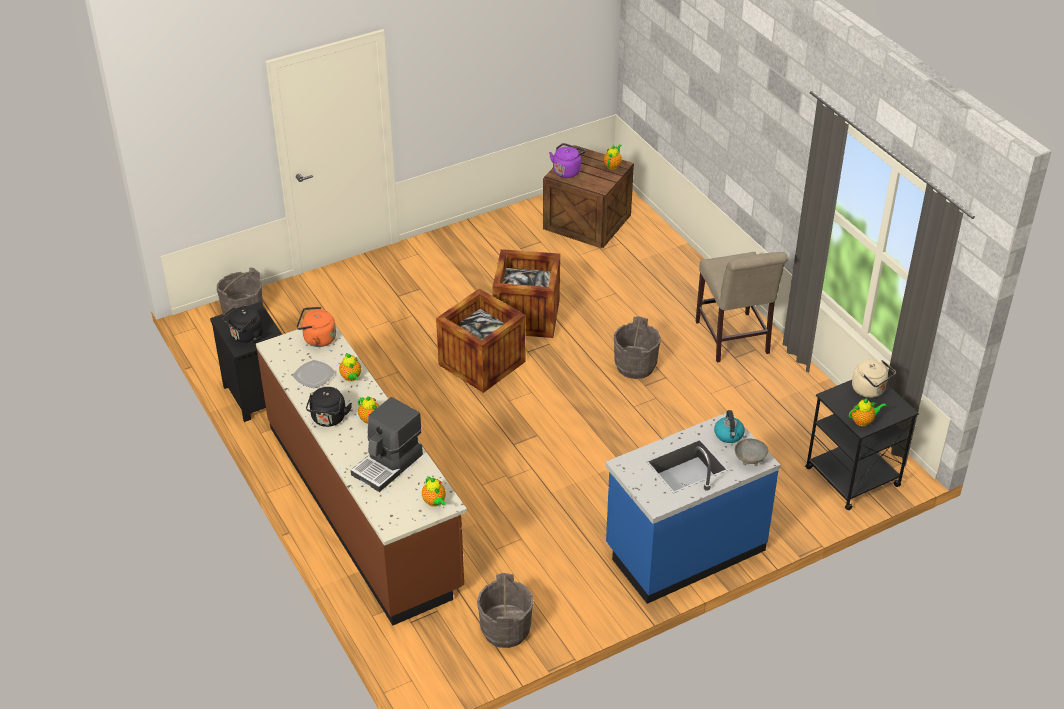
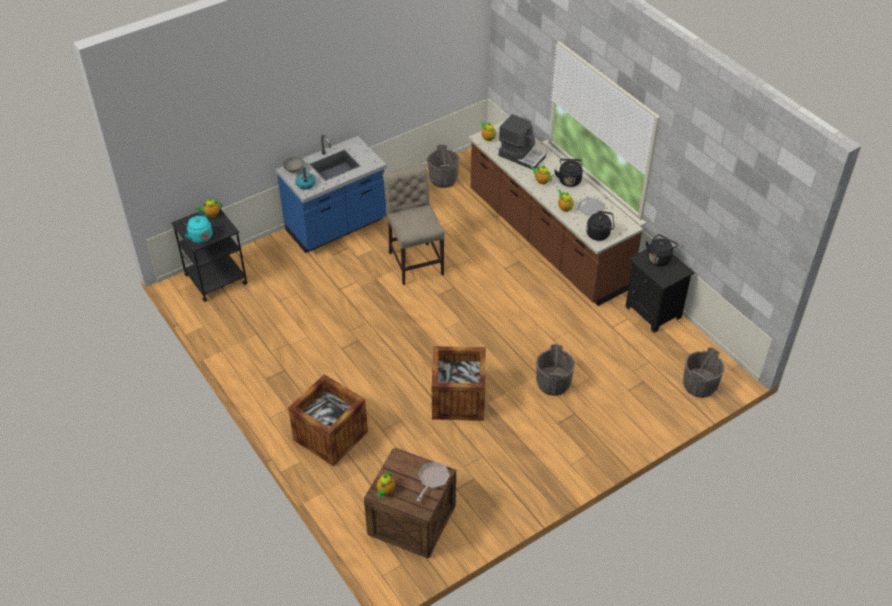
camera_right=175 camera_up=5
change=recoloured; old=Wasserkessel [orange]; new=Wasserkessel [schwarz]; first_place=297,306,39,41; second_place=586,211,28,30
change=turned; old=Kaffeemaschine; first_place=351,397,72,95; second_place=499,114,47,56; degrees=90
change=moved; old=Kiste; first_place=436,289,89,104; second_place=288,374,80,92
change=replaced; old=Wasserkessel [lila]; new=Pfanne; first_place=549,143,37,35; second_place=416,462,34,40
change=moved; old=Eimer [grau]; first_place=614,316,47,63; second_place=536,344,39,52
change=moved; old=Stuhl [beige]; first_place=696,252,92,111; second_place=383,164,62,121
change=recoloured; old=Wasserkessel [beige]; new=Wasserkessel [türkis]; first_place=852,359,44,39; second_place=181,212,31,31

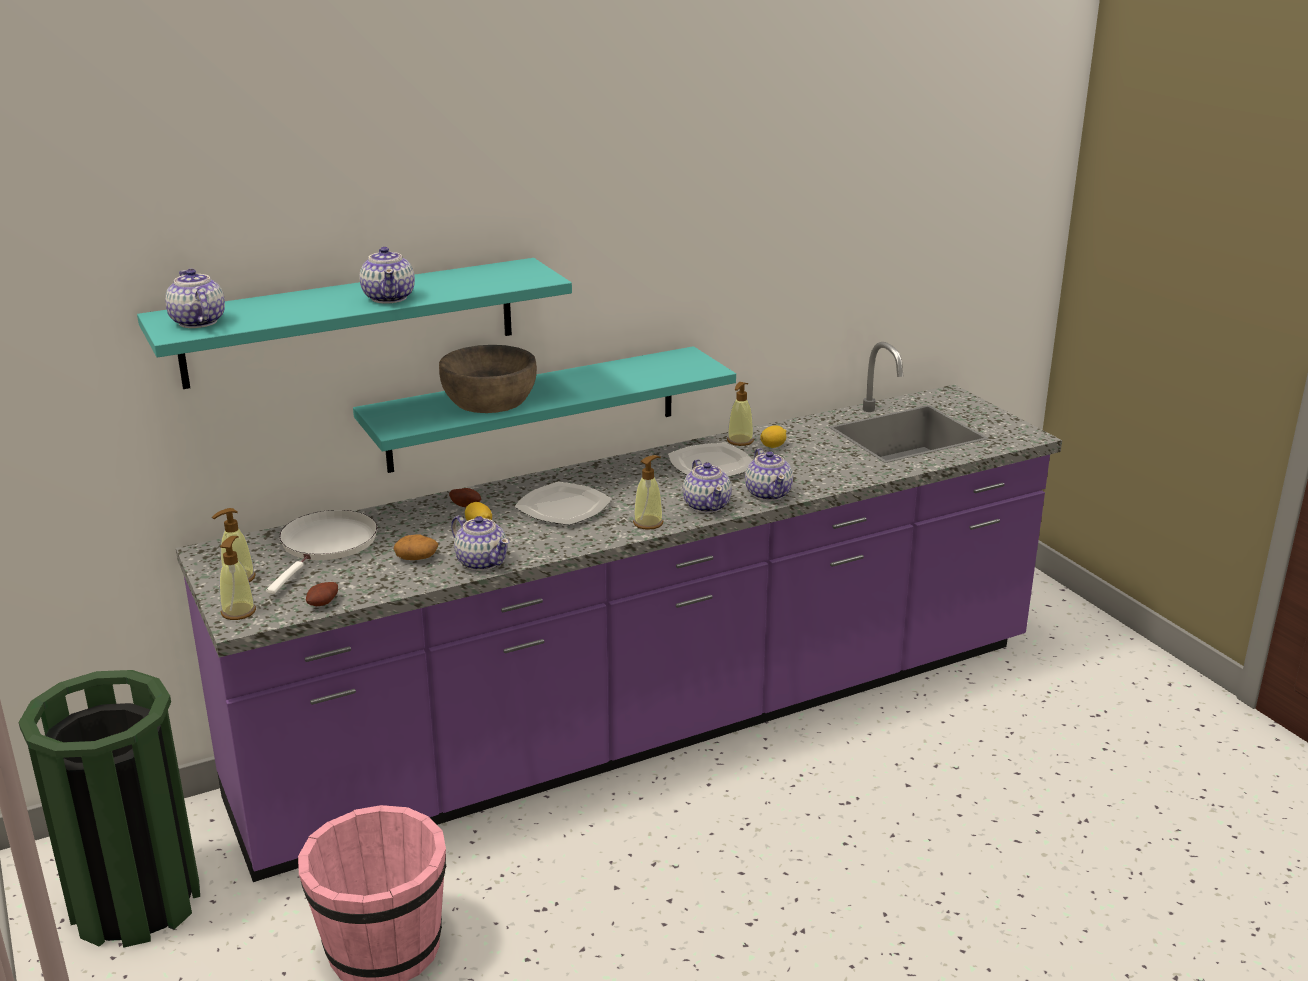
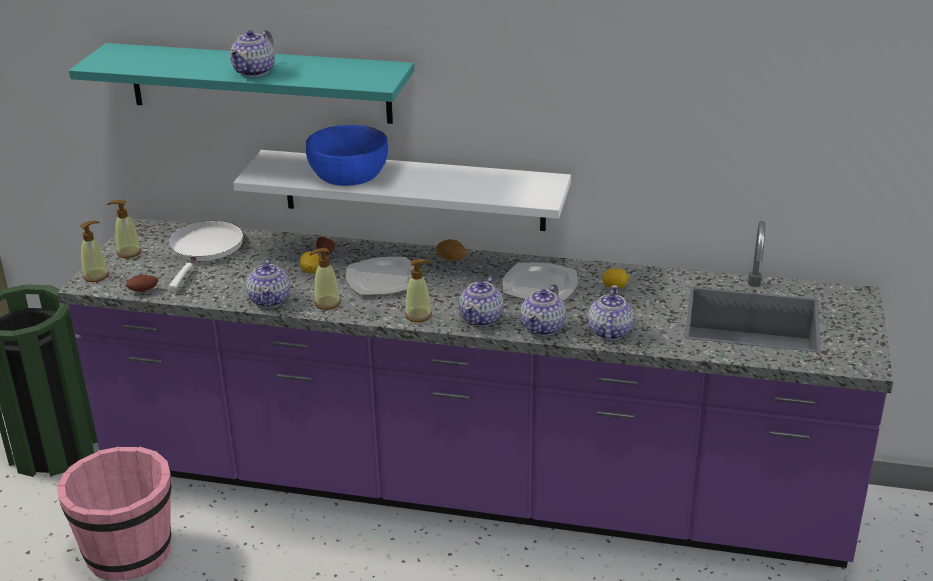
camera_right=40 camera_up=5
change=moved; old=Teekanne; first_place=165,269,60,59; second_place=588,285,46,56
change=turned; old=Pfanne [weiß]; first_place=266,510,111,84; second_place=168,221,76,68; degrees=-45
change=recoloured; old=Wandregal [türkis]; new=Wandregal [weiß]; first_place=353,346,383,127; second_place=233,150,338,81
change=moved; old=Kartoffel; first_place=394,534,44,26; second_place=436,239,31,22
change=recoloured; old=Schüssel [braun]; new=Schüssel [blau]; first_place=439,345,98,68; second_place=306,125,82,61
change=moved; old=Seifenspender; first_place=727,382,27,64; second_place=309,248,32,62

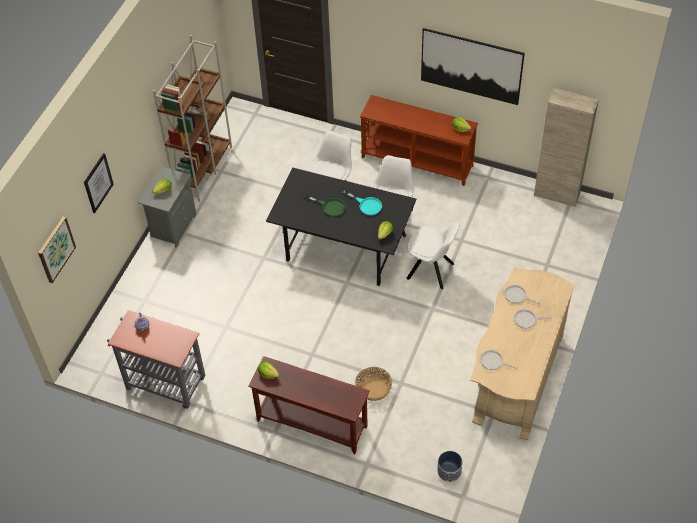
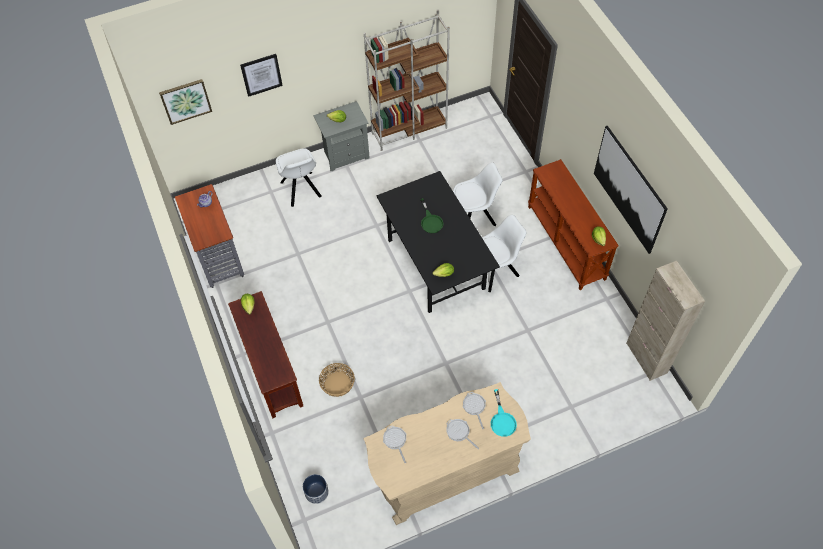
camera_right=45 camera_up=5
change=moved; old=Pfanne [türkis]; first_place=343,190,39,25; second_place=491,389,26,48
change=moved; old=Stuhl [weiß]; first_place=407,222,53,67; second_place=276,149,45,58

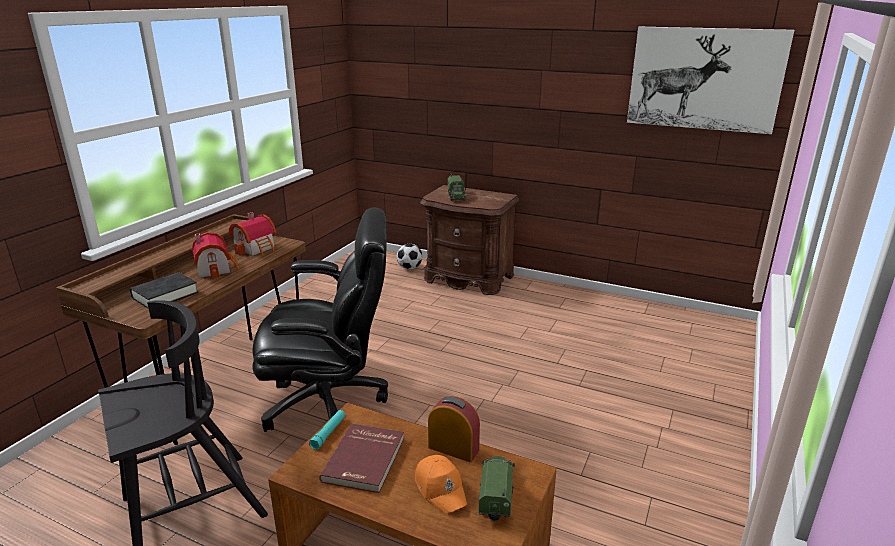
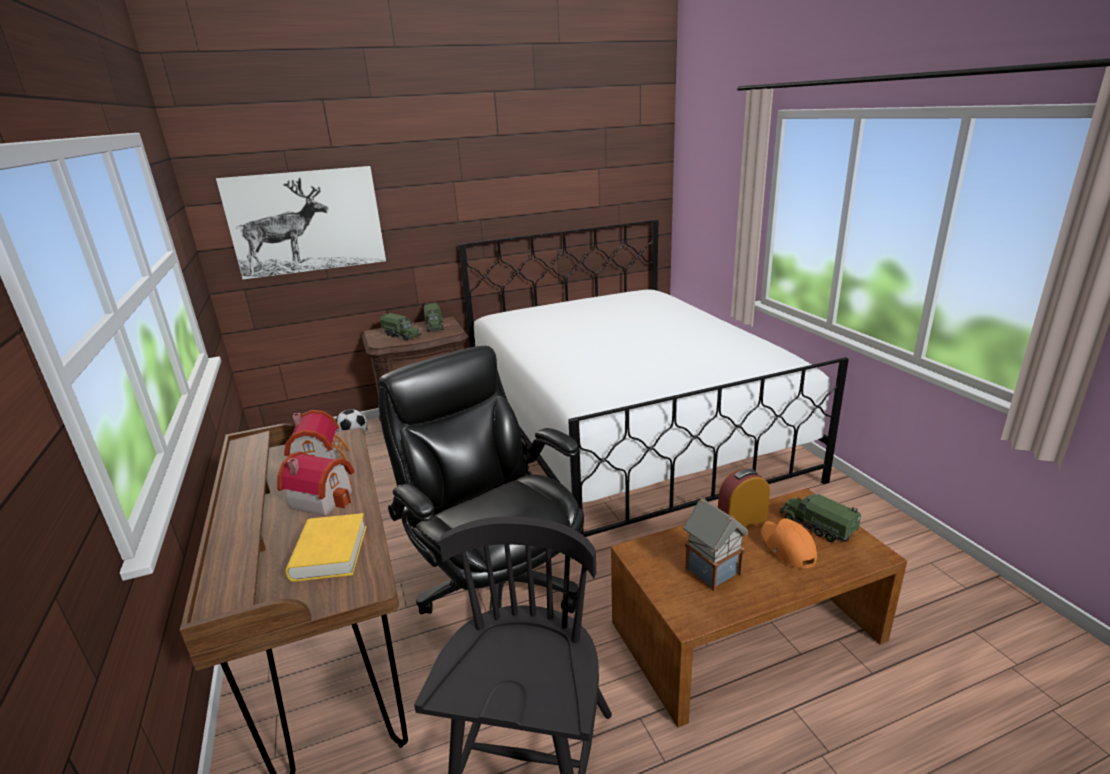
camera_right=-45 camera_up=0
change=recoloured; old=Buch [schwarz]; new=Buch [gelb]; first_place=130,272,69,37; second_place=285,513,81,69
change=turned; old=Bürostuhl [schwarz]; first_place=252,208,136,224; second_place=378,346,206,268; degrees=-75
change=removed; old=Taschenlampe [türkis]; first_place=309,410,36,40
change=replaced; old=Buch [rot]; new=Spielzeughaus; first_place=319,424,85,69; second_place=683,498,65,93
change=turned; old=Kappe [orange]; first_place=415,455,52,58; second_place=761,518,56,51; degrees=-120
change=moved; old=Bild; first_place=627,27,167,107; second_place=216,166,170,113
change=added; new=Spielzeuglaster; second_place=424,301,20,31
change=added; new=Bett [weiß]; second_place=458,220,391,317

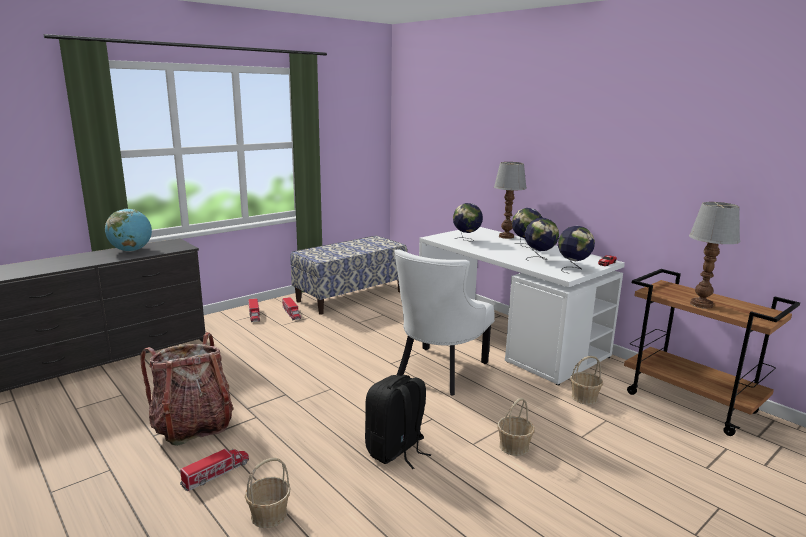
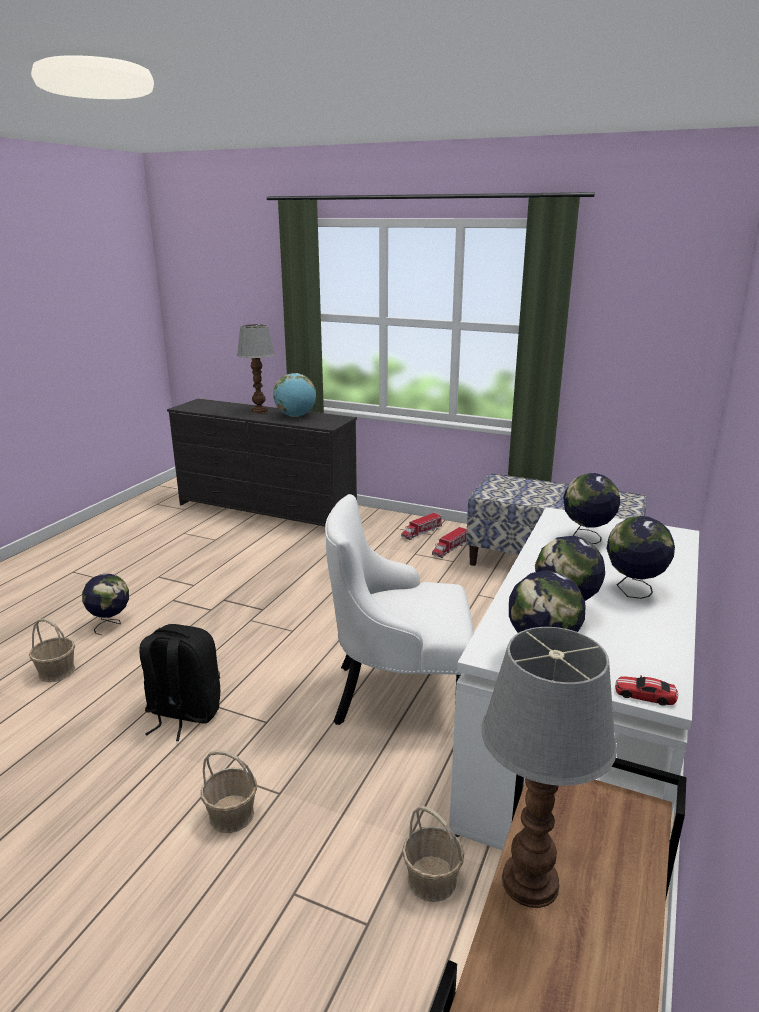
camera_right=65 camera_up=5
change=removed; old=Rucksack; first_place=141,332,93,114
change=replaced; old=Spielzeuglaster; new=Globus; first_place=180,449,69,42; second_place=82,574,47,61
change=moved; old=Tischlampe; first_place=494,162,33,77; second_place=237,324,38,90

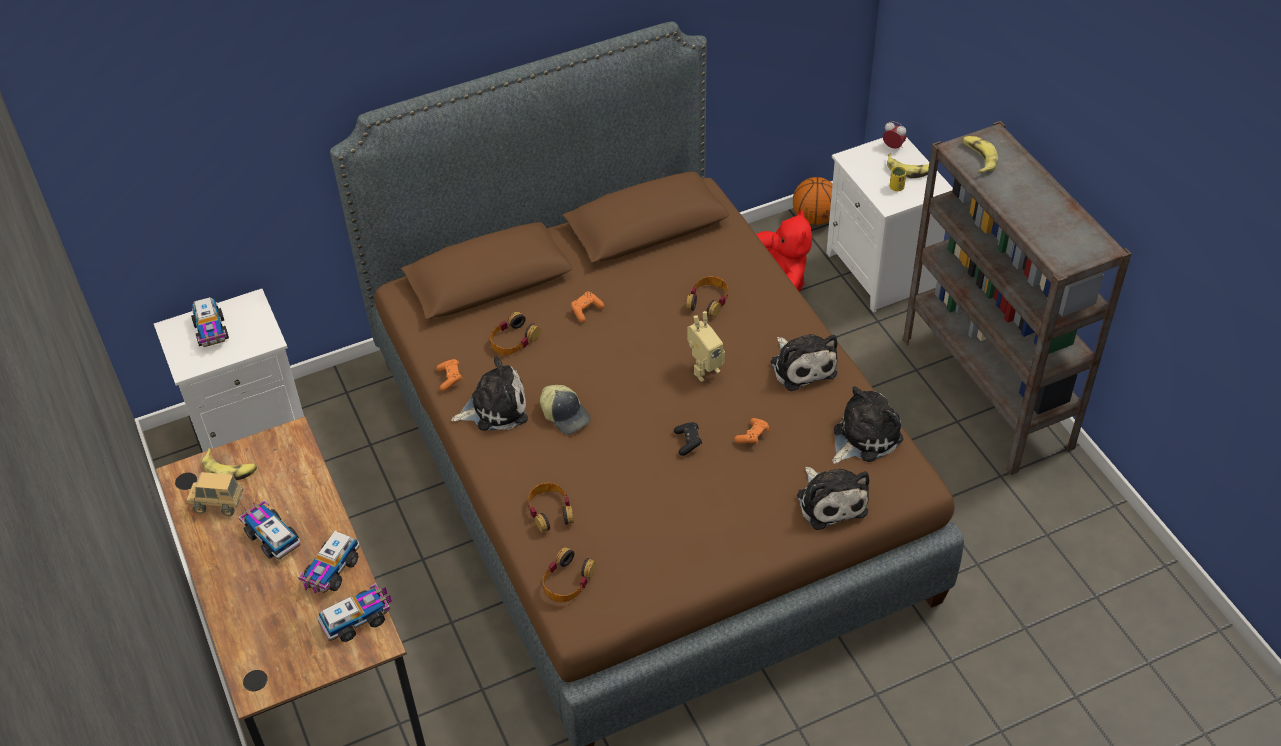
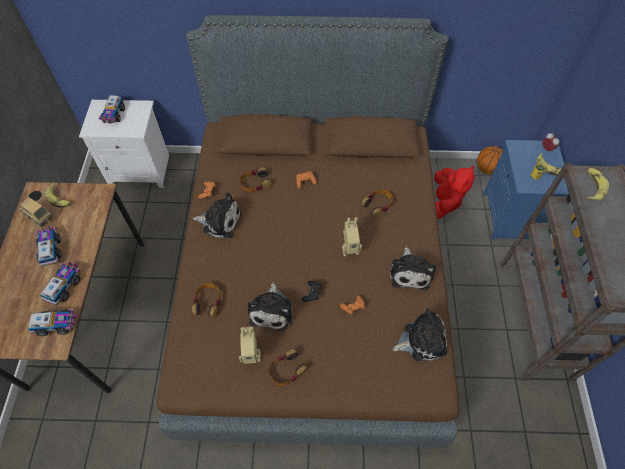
camera_right=25 camera_up=10
change=turned; old=Spielzeuglaster; first_place=298,531,61,63; second_place=40,262,40,43; degrees=150
change=removed; old=Kappe; first_place=540,385,51,50
change=moved; old=Kopfhörer; first_place=543,547,53,55; second_place=268,349,40,37
change=moved; old=Plüschtier; first_place=797,467,72,63; second_place=247,282,45,49
change=recoloured; old=Nachttisch [weiß]; new=Nachttisch [blau]; first_place=826,138,127,175; second_place=483,140,86,100
change=added; new=Spielzeugroboter; second_place=239,327,22,37

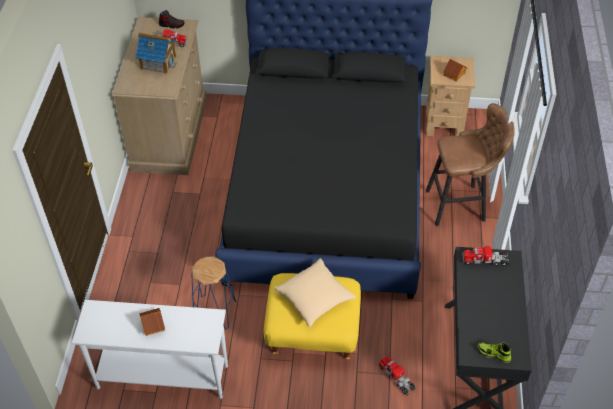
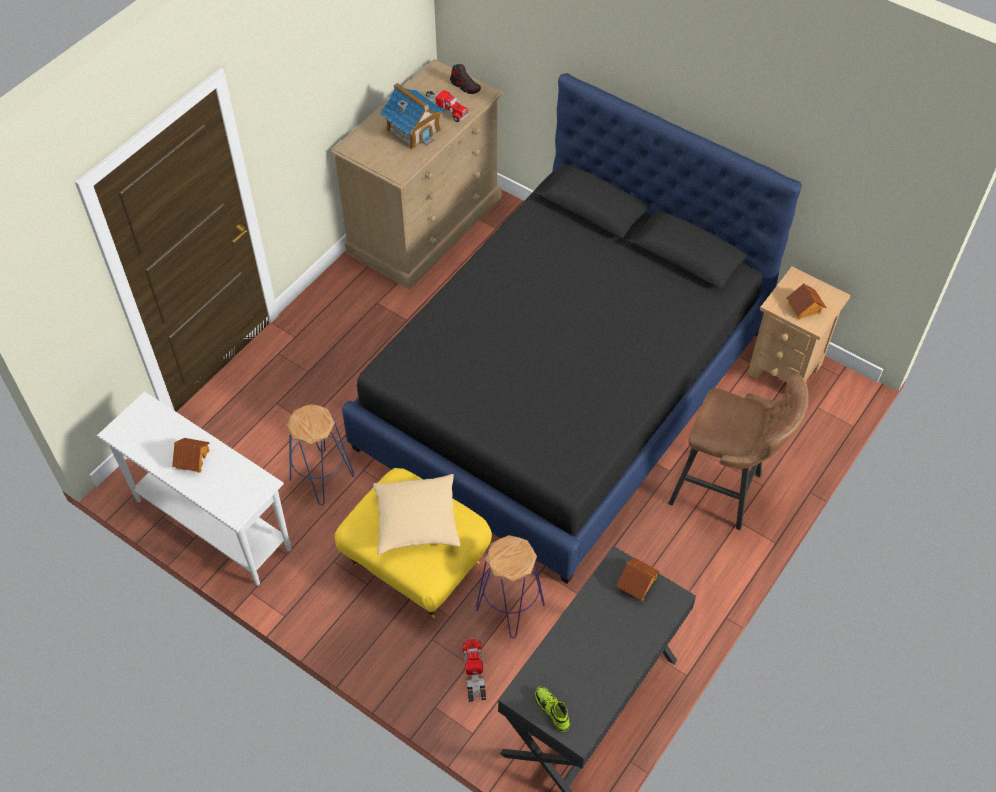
camera_right=30 camera_up=5
change=replaced; old=Spielzeuglaster; new=Spielzeughaus; first_place=462,245,47,21; second_place=617,558,43,43
change=added; new=Hocker [lila]; second_place=476,535,69,103

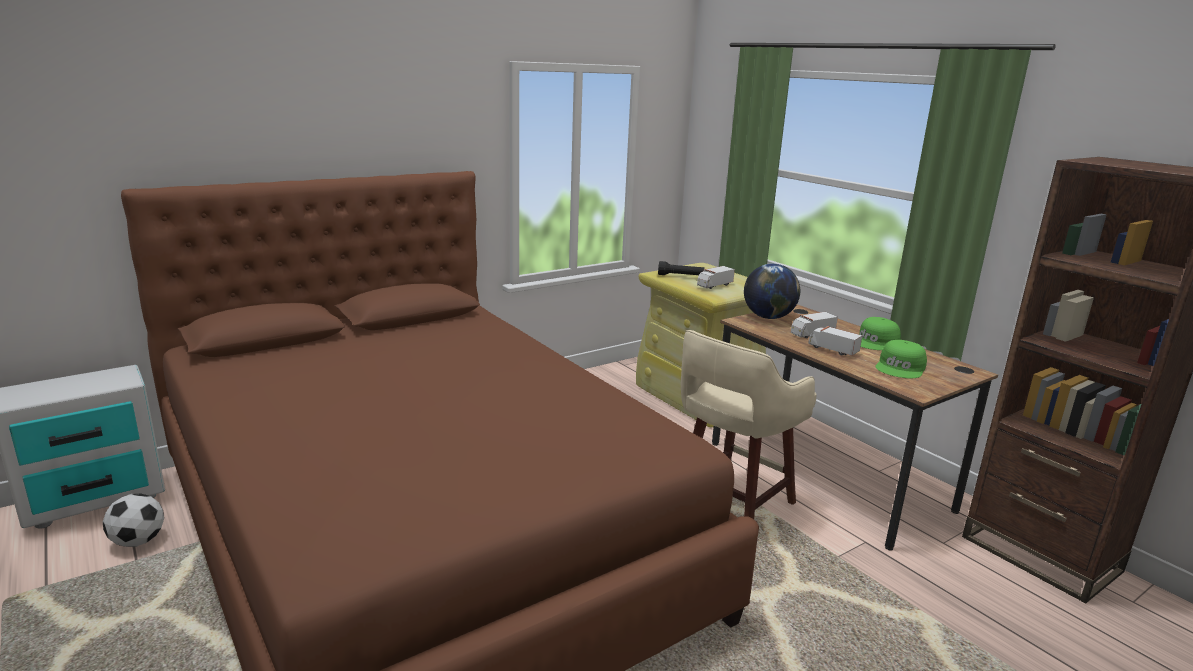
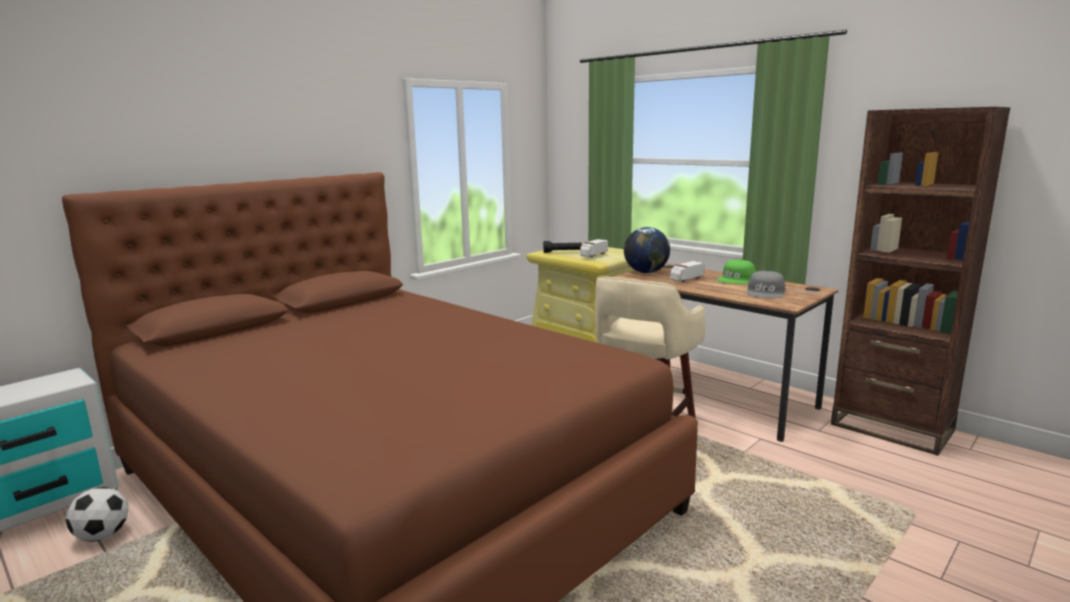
camera_right=-10 camera_up=-5
change=removed; old=Spielzeuglaster; first_place=808,326,55,30
change=recoloured; old=Kappe [grün]; new=Kappe [grau]; first_place=875,340,52,38; second_place=747,271,38,27

